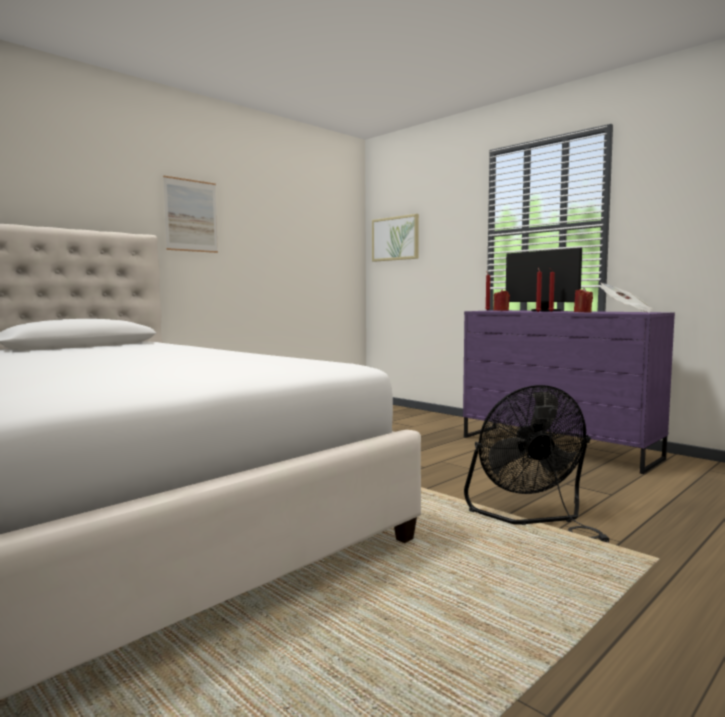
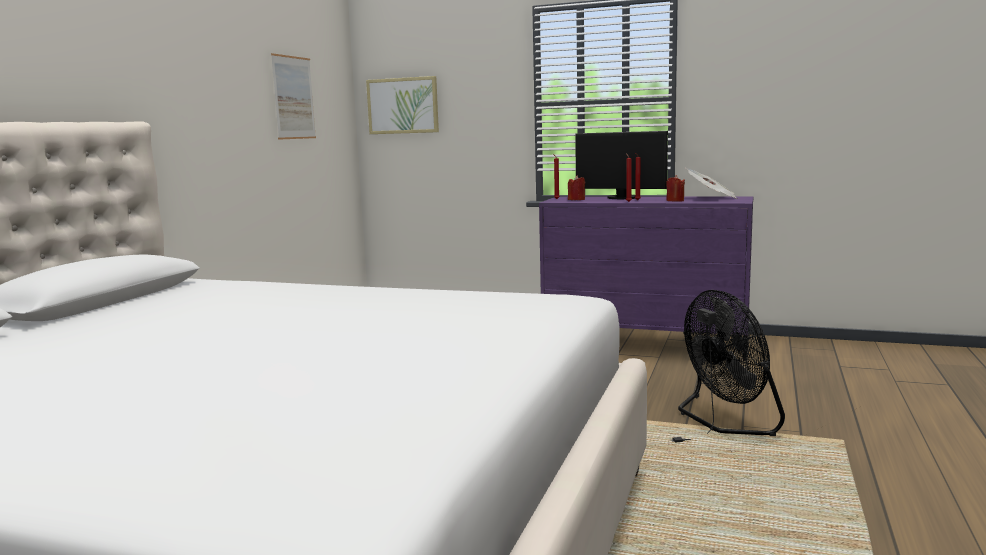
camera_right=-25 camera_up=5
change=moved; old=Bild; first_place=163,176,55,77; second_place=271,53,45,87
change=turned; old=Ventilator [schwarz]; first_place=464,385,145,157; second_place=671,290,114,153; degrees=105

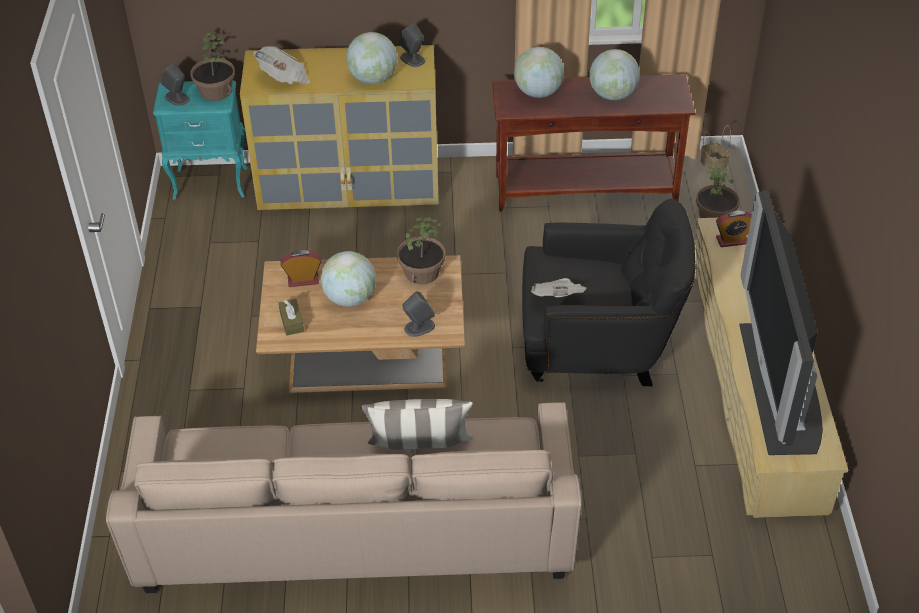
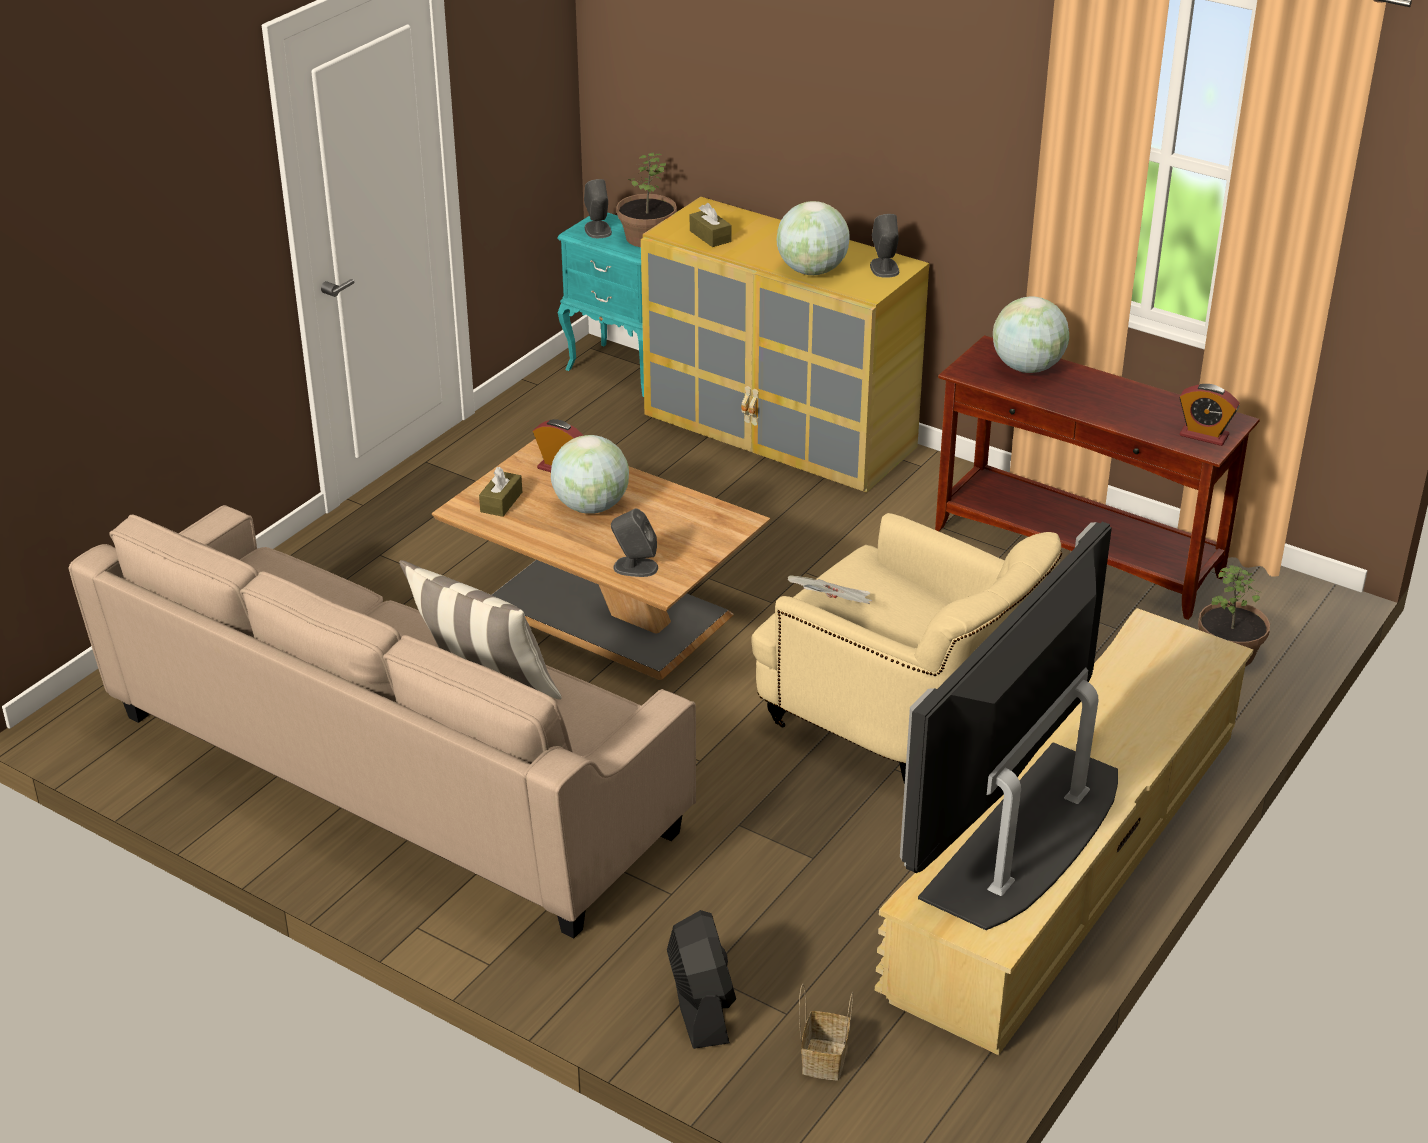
camera_right=35 camera_up=-10
change=replaced; old=Zeitung; new=Taschentuchbox [braun]; first_place=253,46,57,38; second_place=690,203,42,44
change=removed; old=Topfpflanze; first_place=397,217,49,68
change=recoloured; old=Sessel [schwarz]; new=Sessel [beige]; first_place=522,199,174,187; second_place=751,513,311,271
change=removed; old=Globus; first_place=589,49,51,51
change=moved; old=Korb; first_place=701,125,30,46; second_place=799,983,54,97
change=moved; old=Wecker; first_place=716,211,36,36; second_place=1179,384,61,62
change=added; new=Ventilator [schwarz]; second_place=667,910,69,139

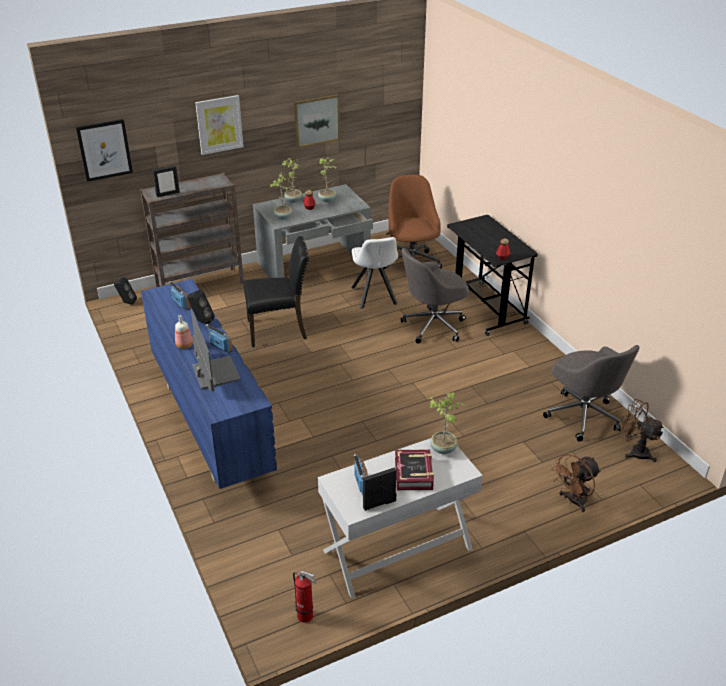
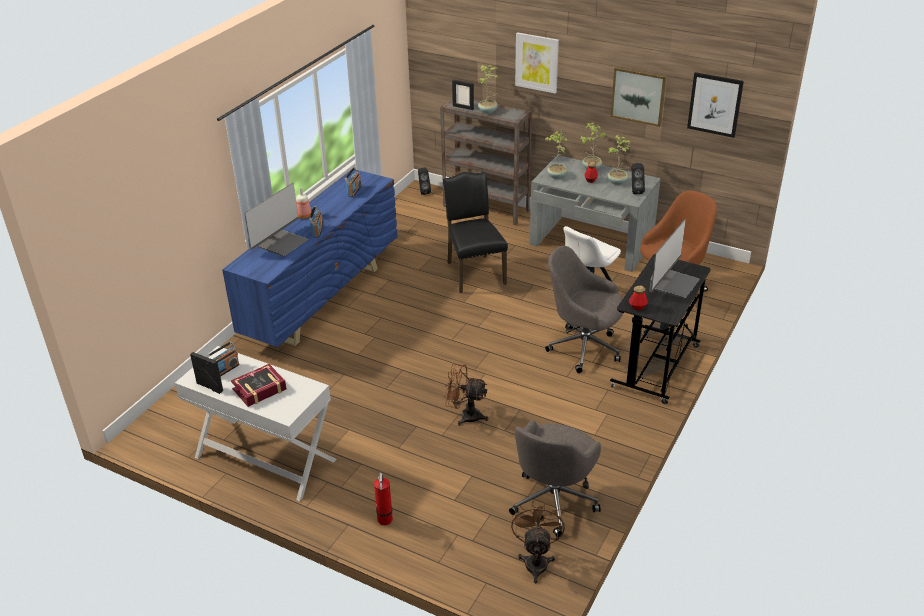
camera_right=55 camera_up=0
change=moved; old=Bild; first_place=76,119,57,63; second_place=687,72,57,66
change=moved; old=Lautsprecher [schwarz]; first_place=187,290,27,35; second_place=632,163,13,32
change=turned; old=Stuhl [schwarz]; first_place=243,236,66,111; second_place=443,172,65,121; degrees=-150
change=moved; old=Feuerlöscher; first_place=293,571,23,52; second_place=374,472,19,53
change=moved; old=Topfpflanze; first_place=429,392,35,62; second_place=478,65,21,49
change=moved; old=Ventilator [braun]; first_place=551,454,50,58; second_place=444,364,44,62
change=added; new=Monitor; second_place=649,219,51,79

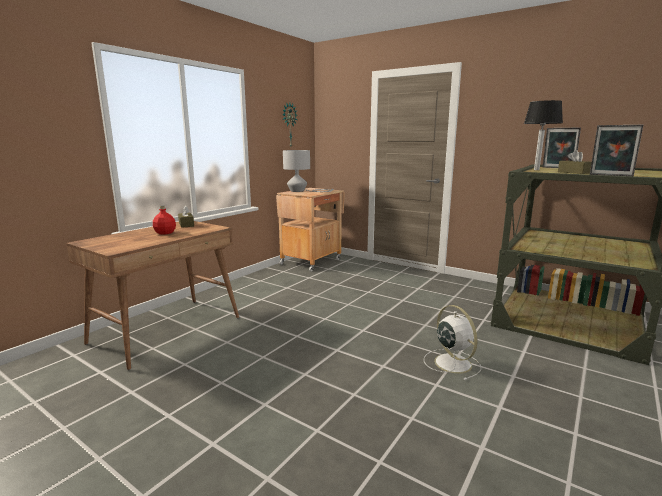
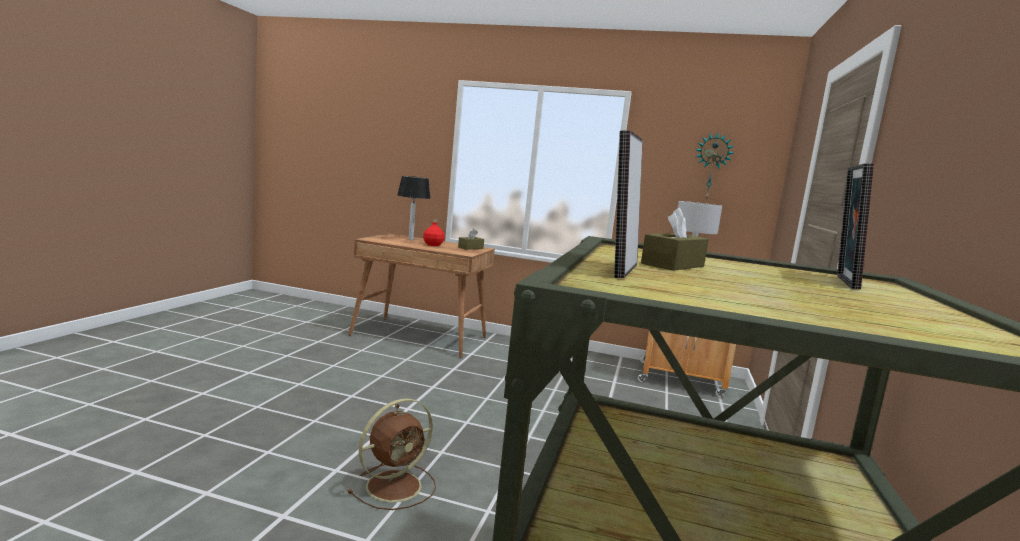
camera_right=70 camera_up=-5
change=recoloured; old=Ventilator [weiß]; new=Ventilator [braun]; first_place=424,305,57,75; second_place=347,398,89,112
change=moved; old=Tischlampe; first_place=524,100,39,70; second_place=397,176,33,64

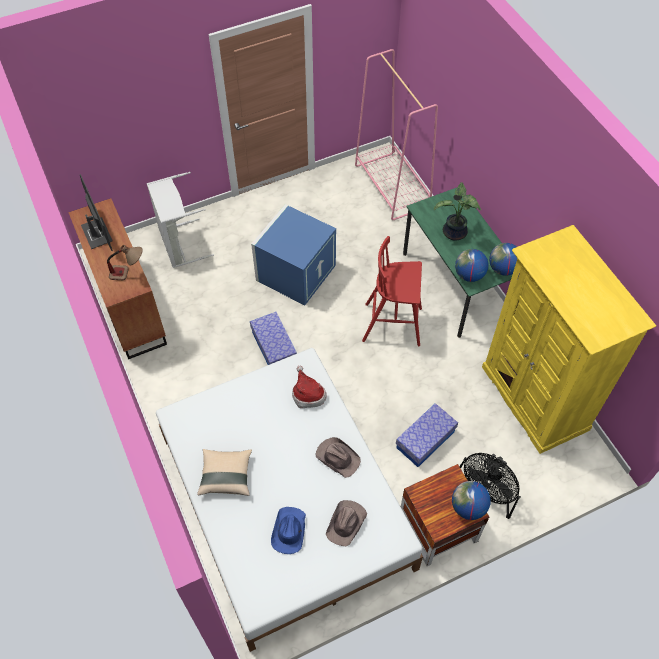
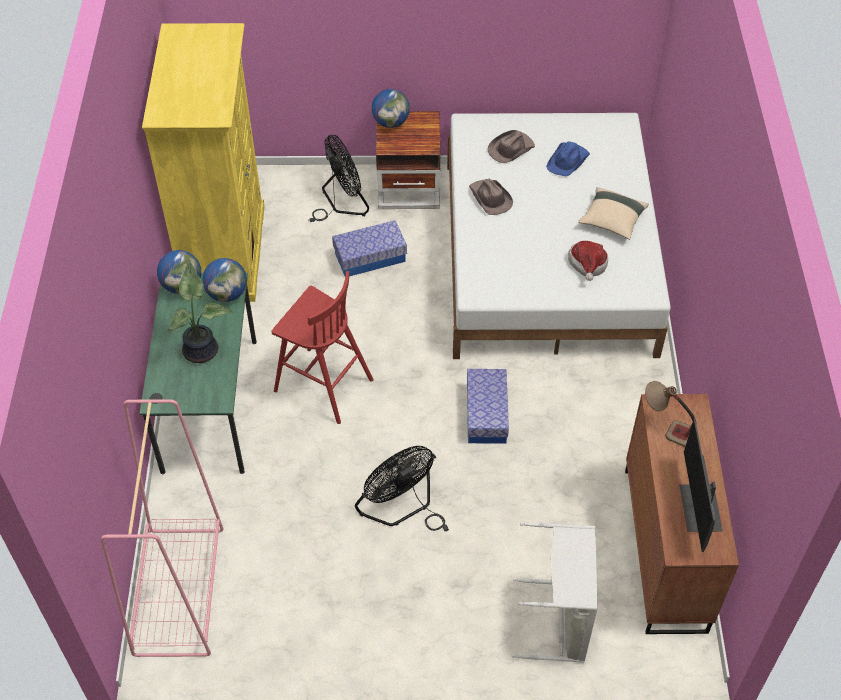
camera_right=-155 camera_up=-5
change=replaced; old=Aufbewahrungsbox [blau]; new=Ventilator [schwarz]; first_place=251,204,85,101; second_place=355,446,94,86
change=moved; old=Hut; first_place=292,365,35,43; second_place=568,241,40,40

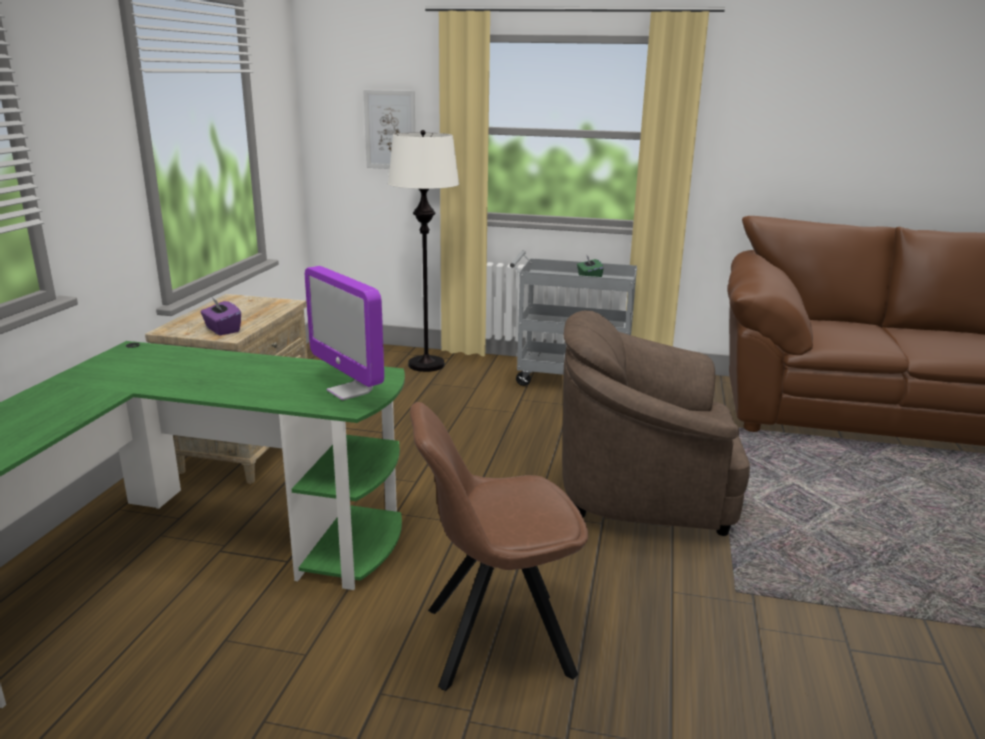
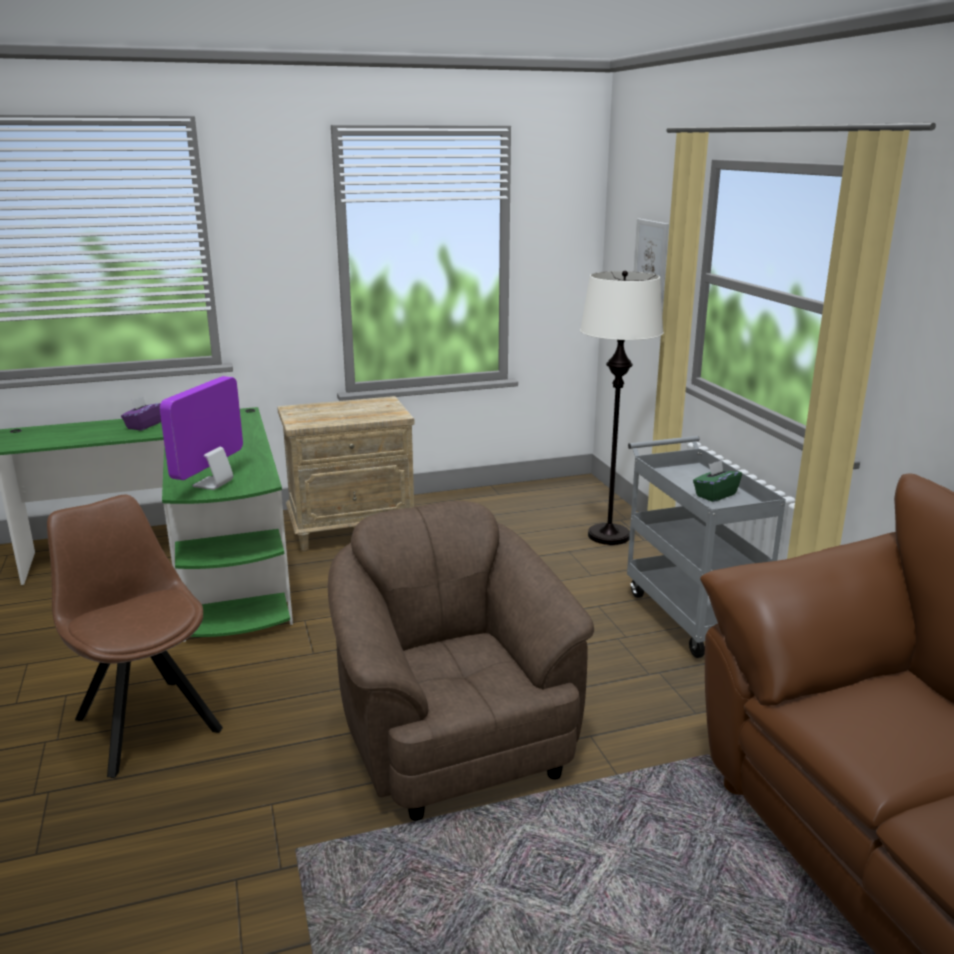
camera_right=60 camera_up=0
change=moved; old=Taschentuchbox [lila]; first_place=200,296,41,39; second_place=121,396,40,35

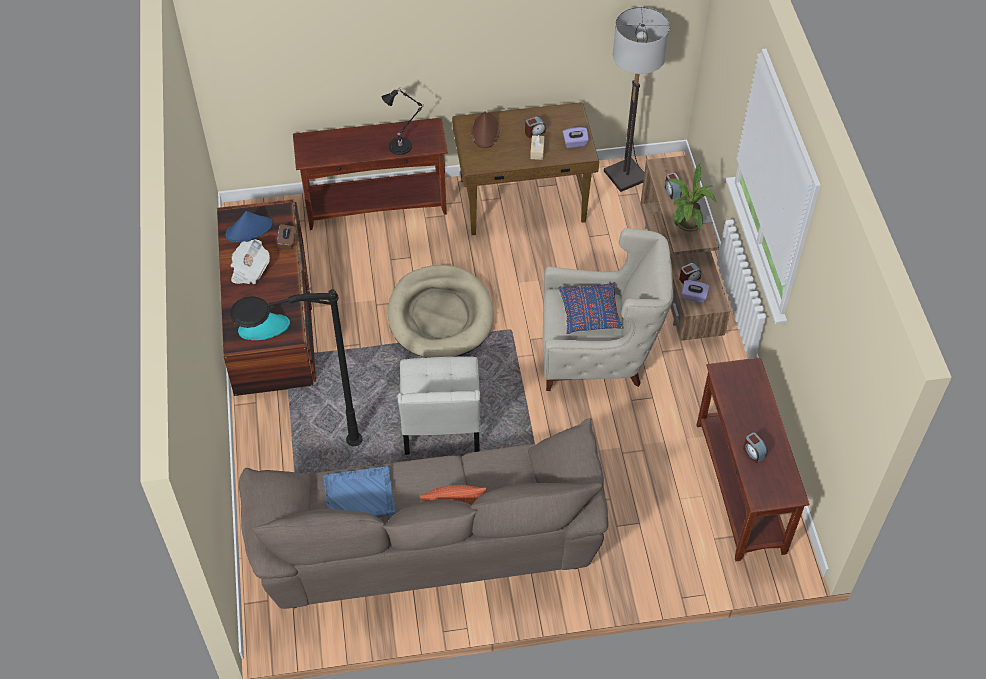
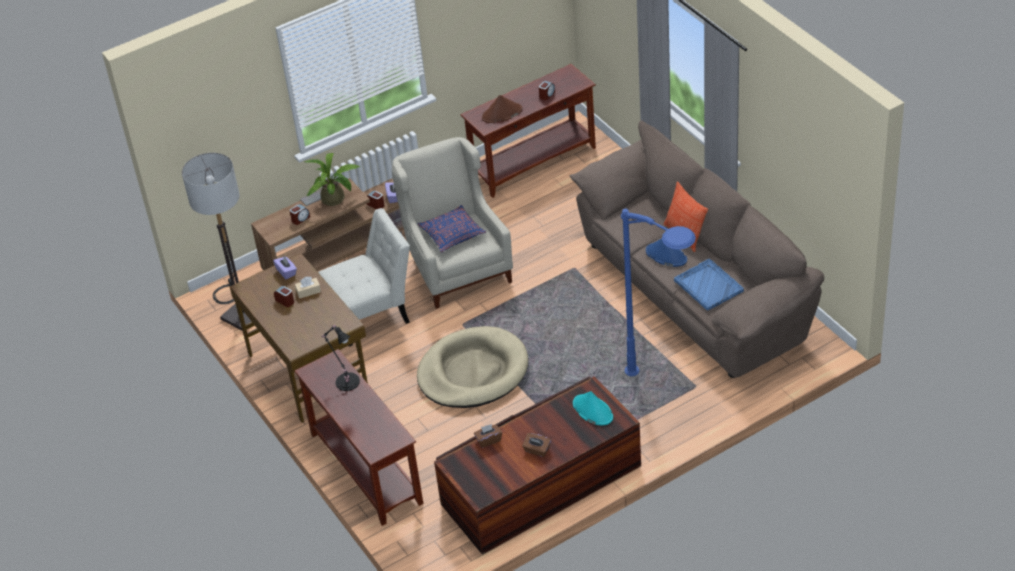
camera_right=-110 camera_up=-10
change=moved; old=Hut [blau]; first_place=226,211,47,32; second_place=646,238,41,29
change=replaced; old=Zeitung; new=Taschentuchbox [braun]; first_place=230,239,40,45; second_place=522,433,29,24
change=recoloured; old=Stehlampe [schwarz]; new=Stehlampe [blau]; first_place=230,289,133,157; second_place=621,209,75,167
change=moved; old=Stuhl [weiß]; first_place=397,357,83,98; second_place=318,208,92,139
change=moved; old=Hut [braun]; first_place=471,111,29,37; second_place=482,95,40,28

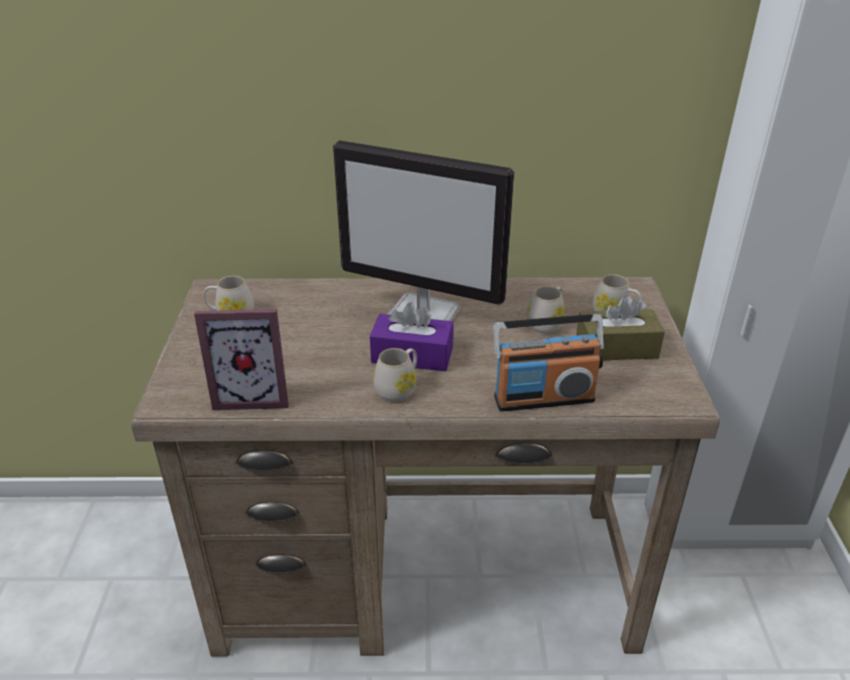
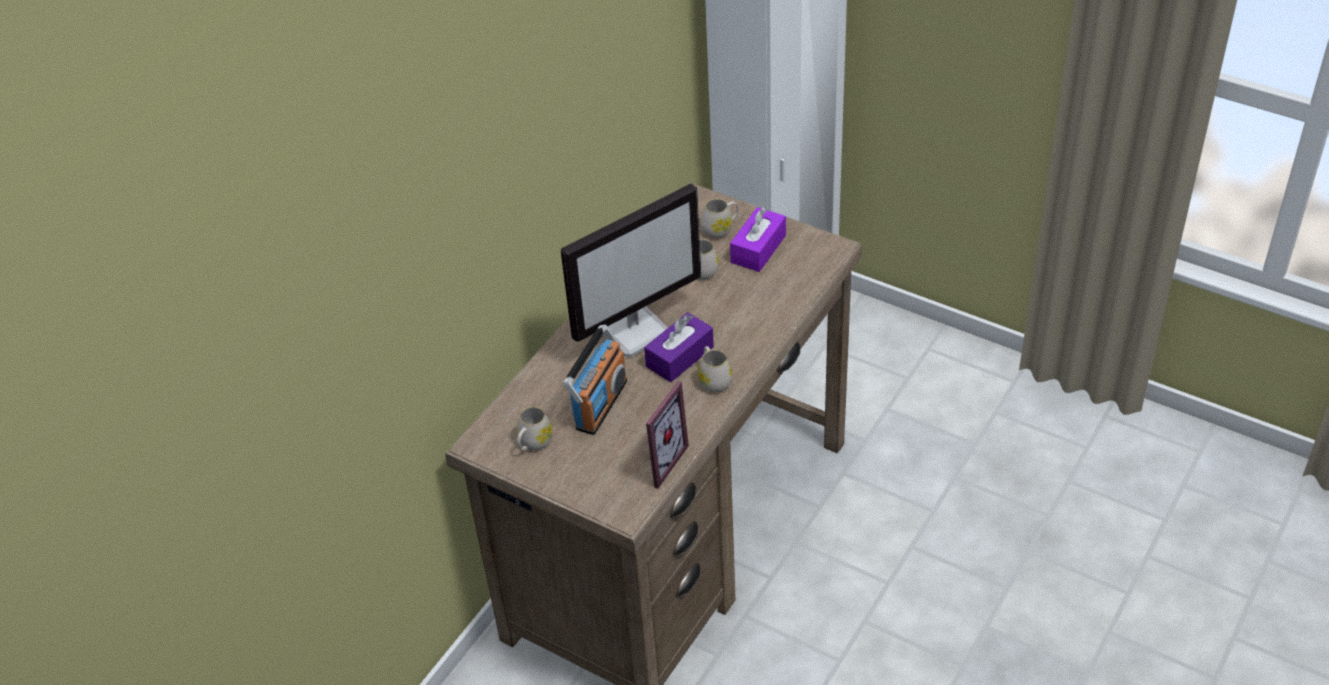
camera_right=-55 camera_up=10
change=moved; old=Radio; first_place=493,314,111,97; second_place=563,324,64,111
change=recoloured; old=Taschentuchbox [braun]; new=Taschentuchbox [lila]; first_place=576,295,89,65; second_place=730,206,56,66

